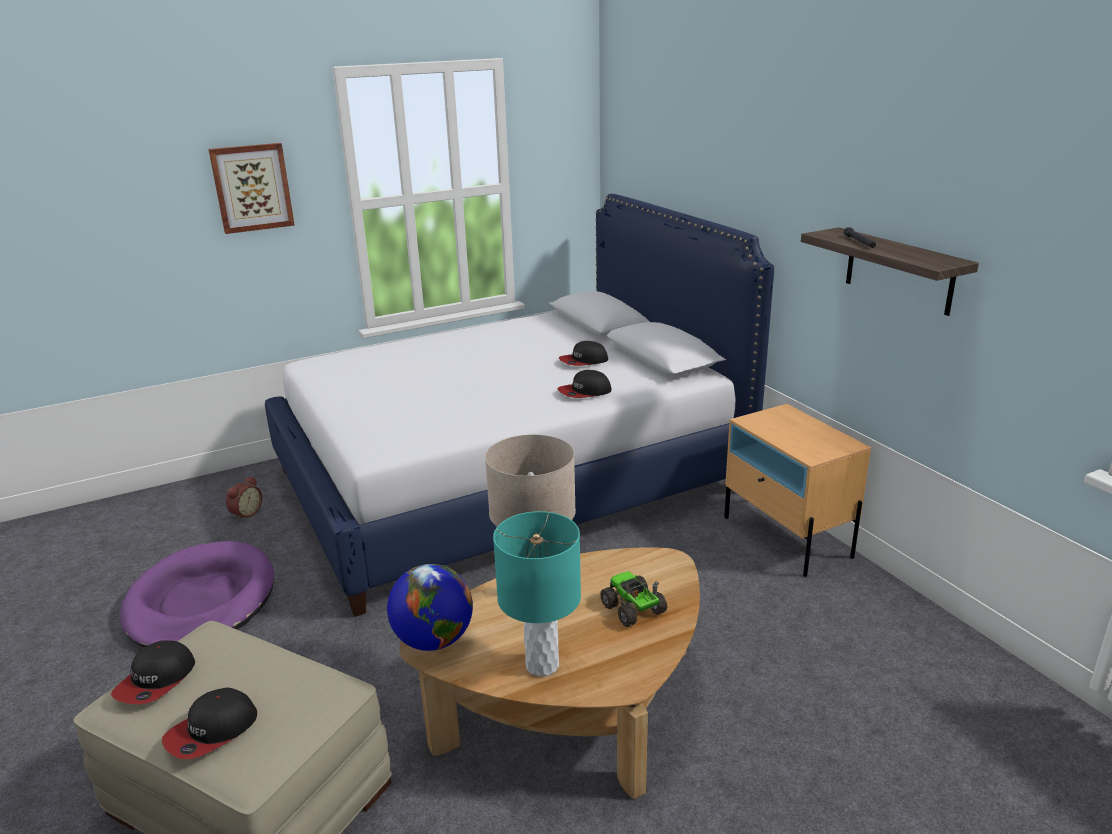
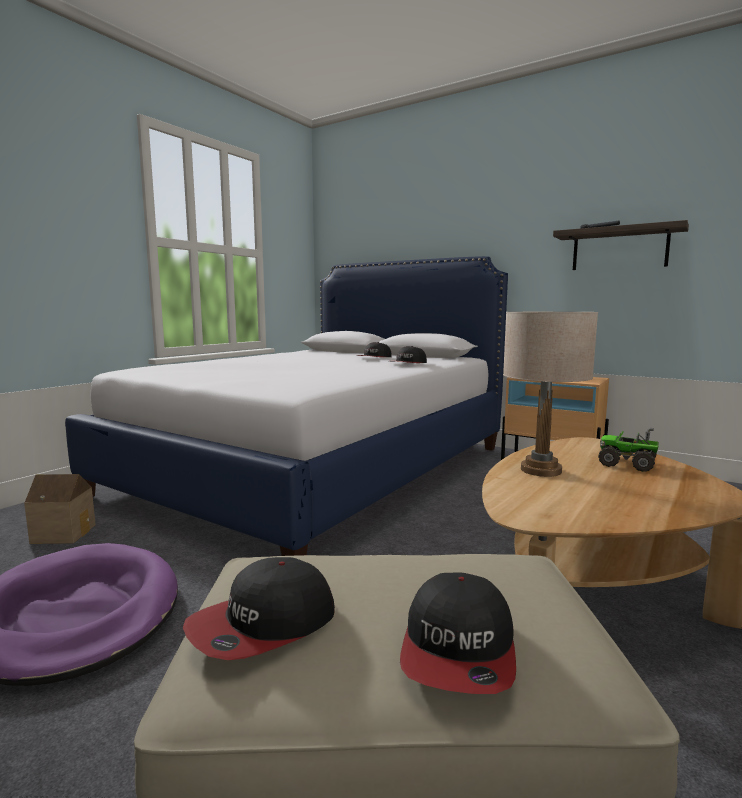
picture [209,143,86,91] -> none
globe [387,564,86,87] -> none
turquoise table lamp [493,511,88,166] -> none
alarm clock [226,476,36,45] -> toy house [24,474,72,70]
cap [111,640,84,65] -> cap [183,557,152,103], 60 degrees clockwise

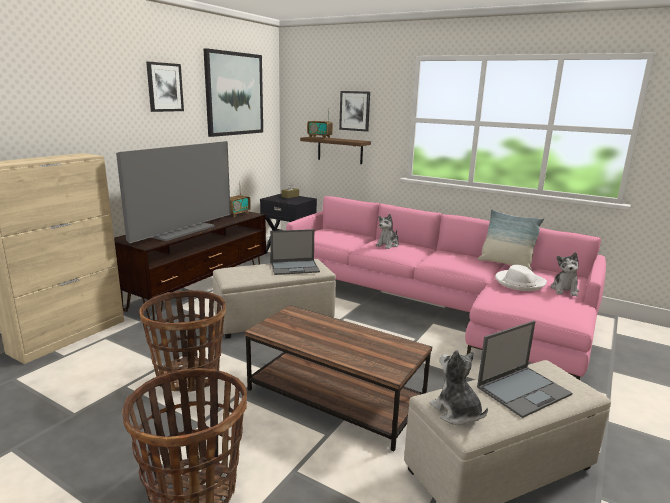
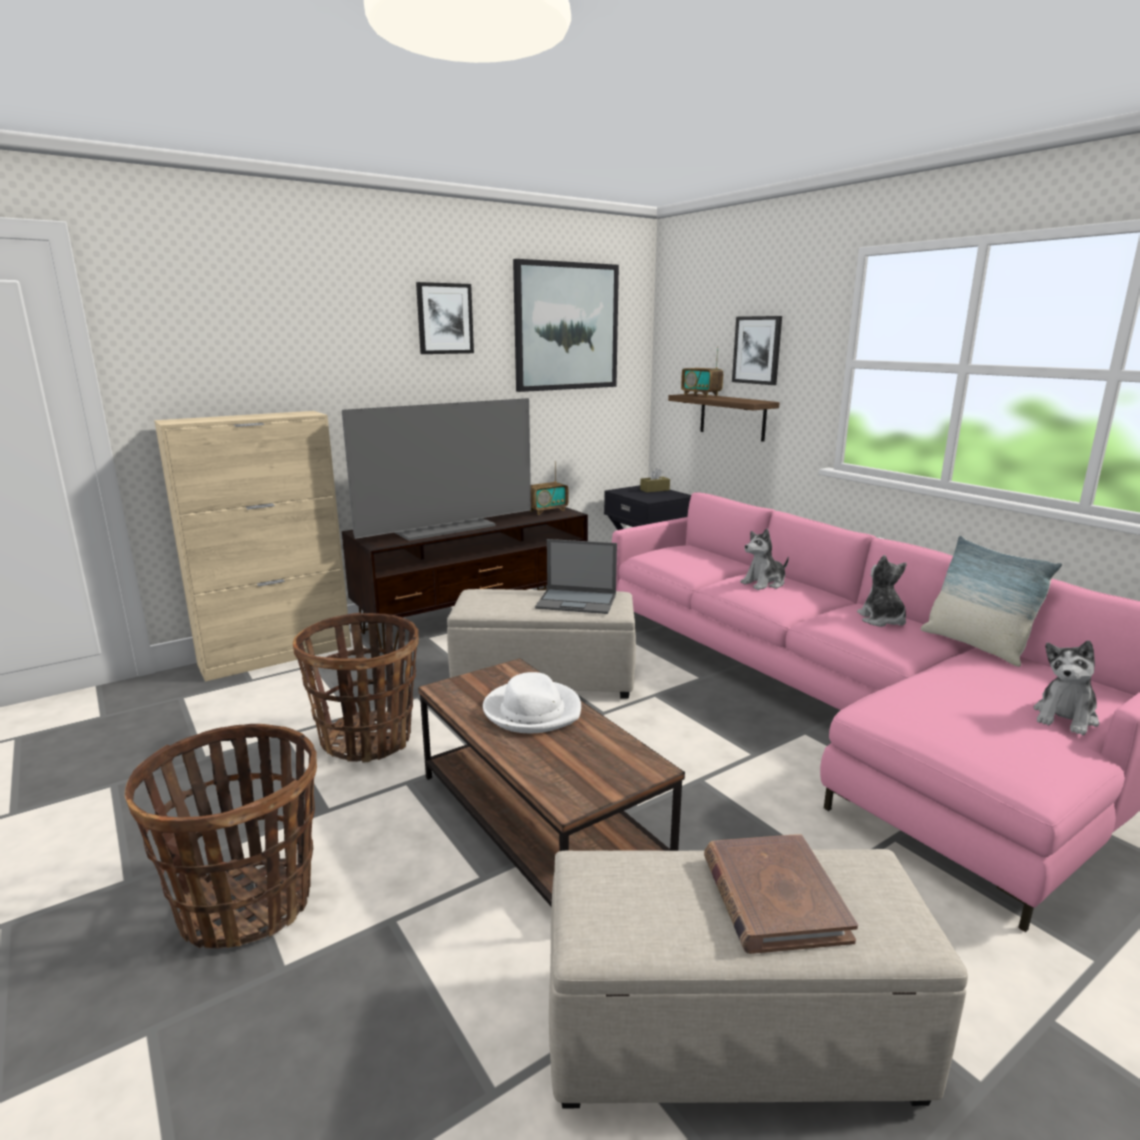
plush toy [430,350,58,75] -> plush toy [857,555,50,72], relocated
white hat [495,265,52,26] -> white hat [483,672,98,61], relocated
laptop [477,321,95,97] -> brown book [704,834,154,120]

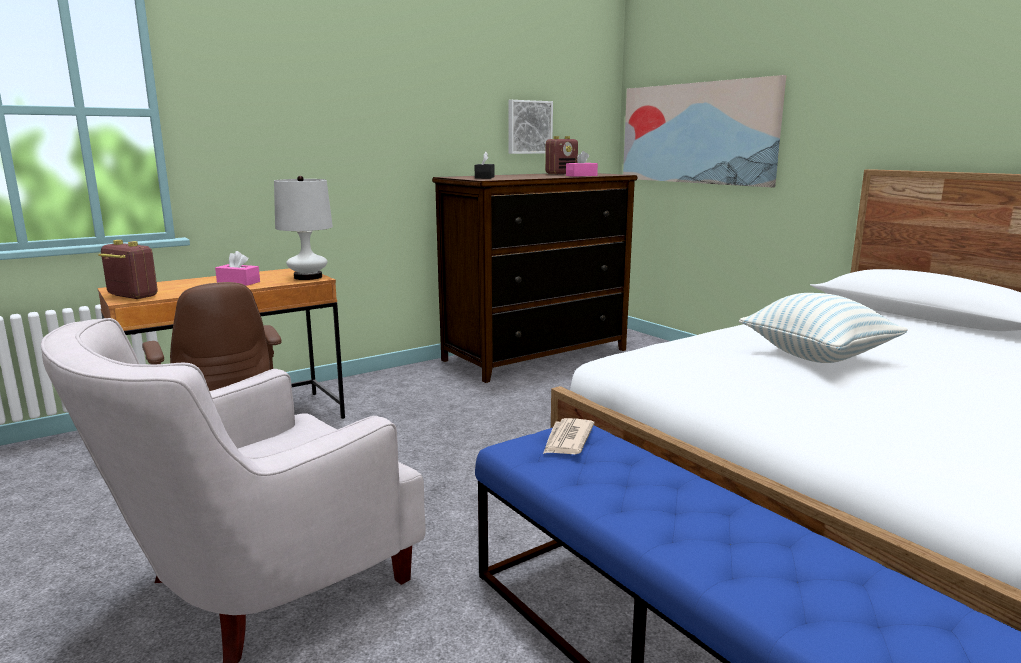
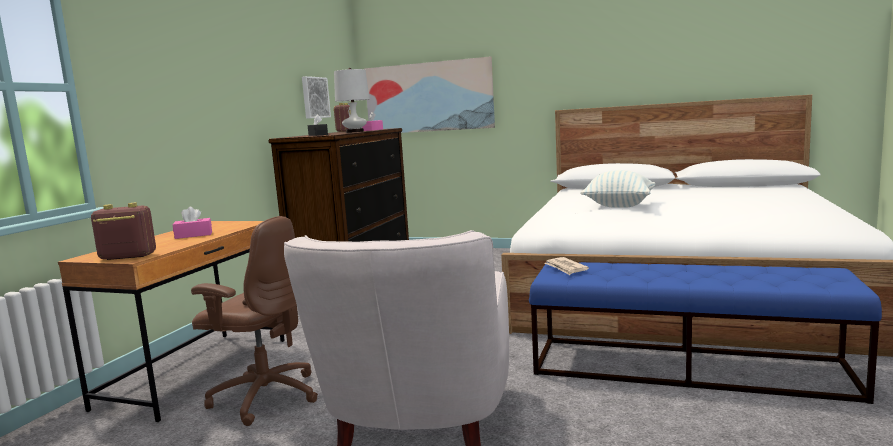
white table lamp [274,176,59,104] -> white table lamp [334,68,36,65], relocated

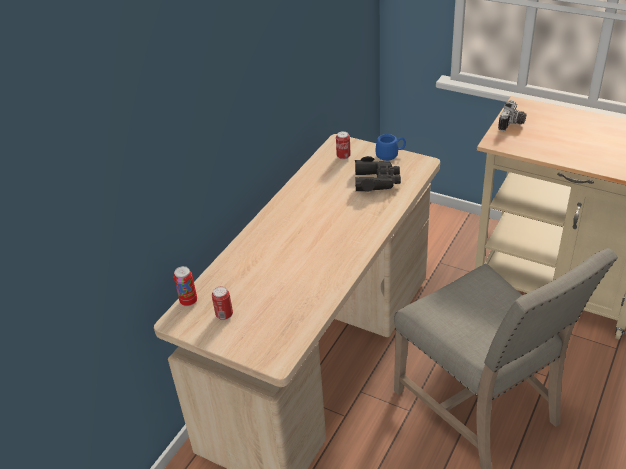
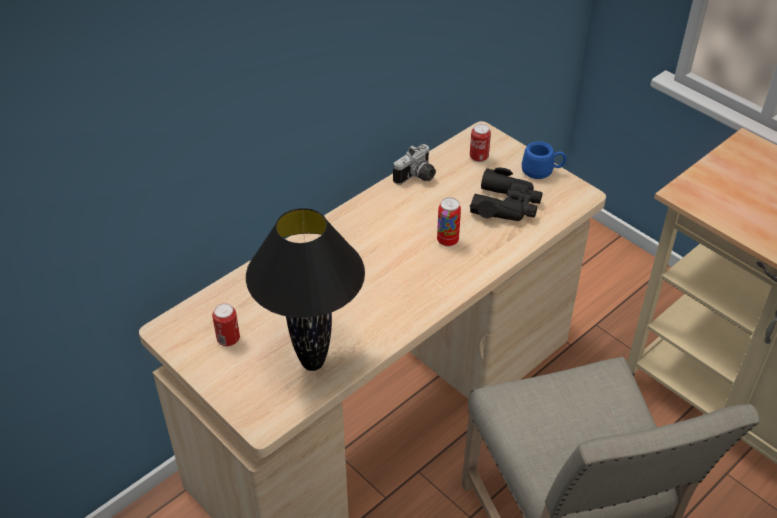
none -> black table lamp [246,208,119,163]
can [174,266,23,40] -> can [437,197,24,50], relocated
photo camera [498,100,29,31] -> photo camera [393,144,43,41], relocated

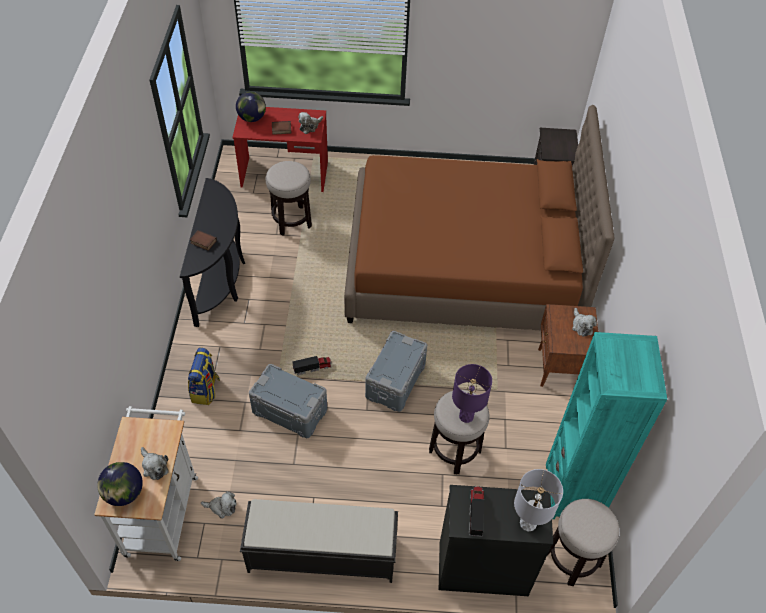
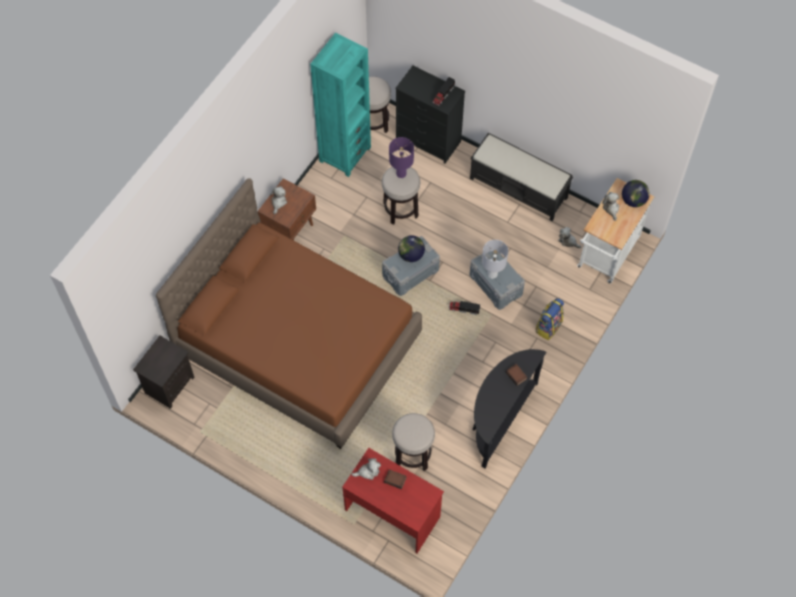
globe [236,92,30,30] -> globe [398,235,27,27], relocated
grey table lamp [514,469,49,63] -> grey table lamp [482,240,26,39], relocated

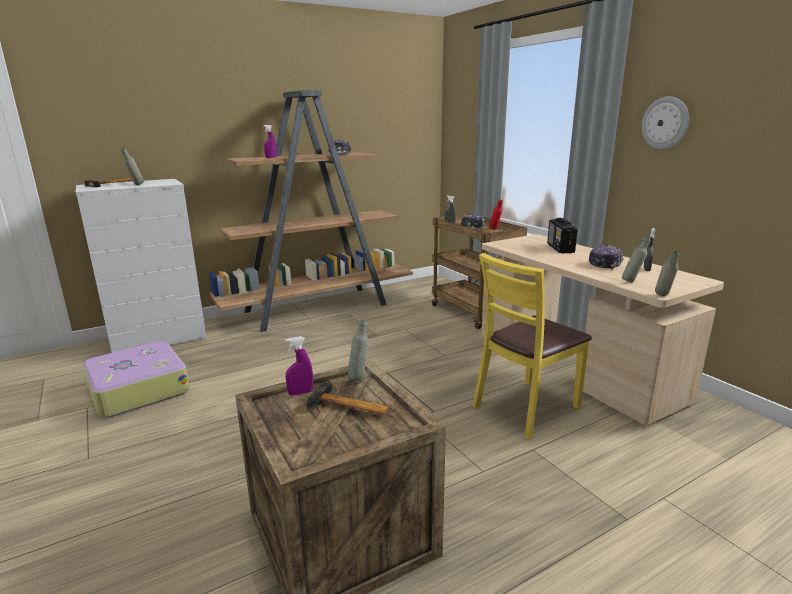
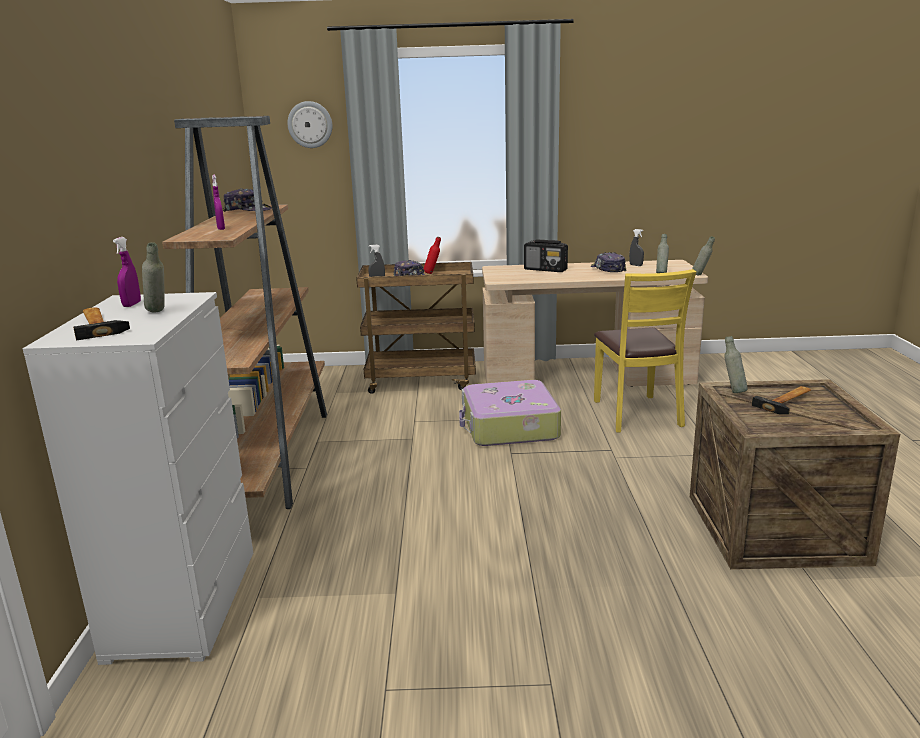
suitcase [83,341,107,76] -> suitcase [459,380,102,66], relocated
purple spray bottle [286,336,27,60] -> purple spray bottle [113,237,28,70], relocated
wall clock [641,96,48,53] -> wall clock [287,101,45,47], relocated

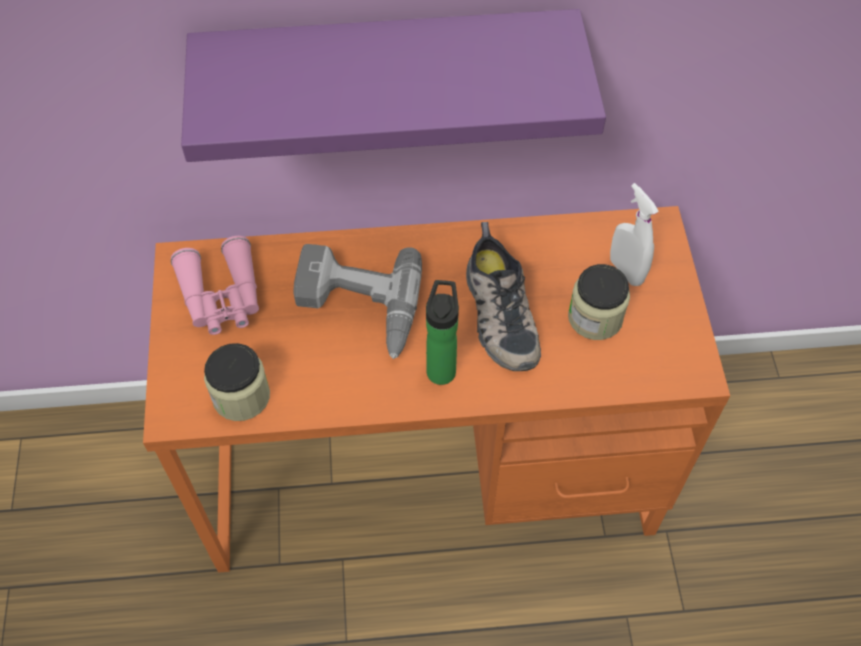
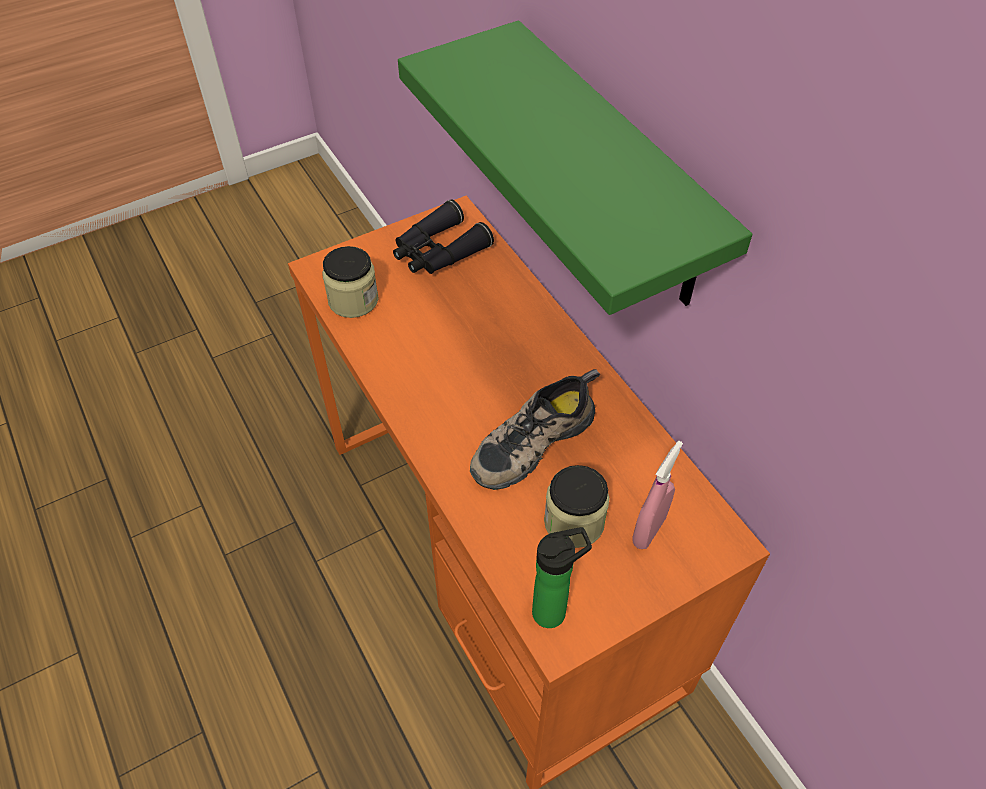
power drill [293,244,129,115] -> none
bottle [426,280,33,105] -> bottle [532,527,60,101], relocated
pink binoculars [171,236,88,99] -> black binoculars [393,200,101,74]
purple shelf [181,9,425,153] -> green shelf [398,20,354,295]
white spray bottle [610,183,49,103] -> pink spray bottle [632,441,51,108]

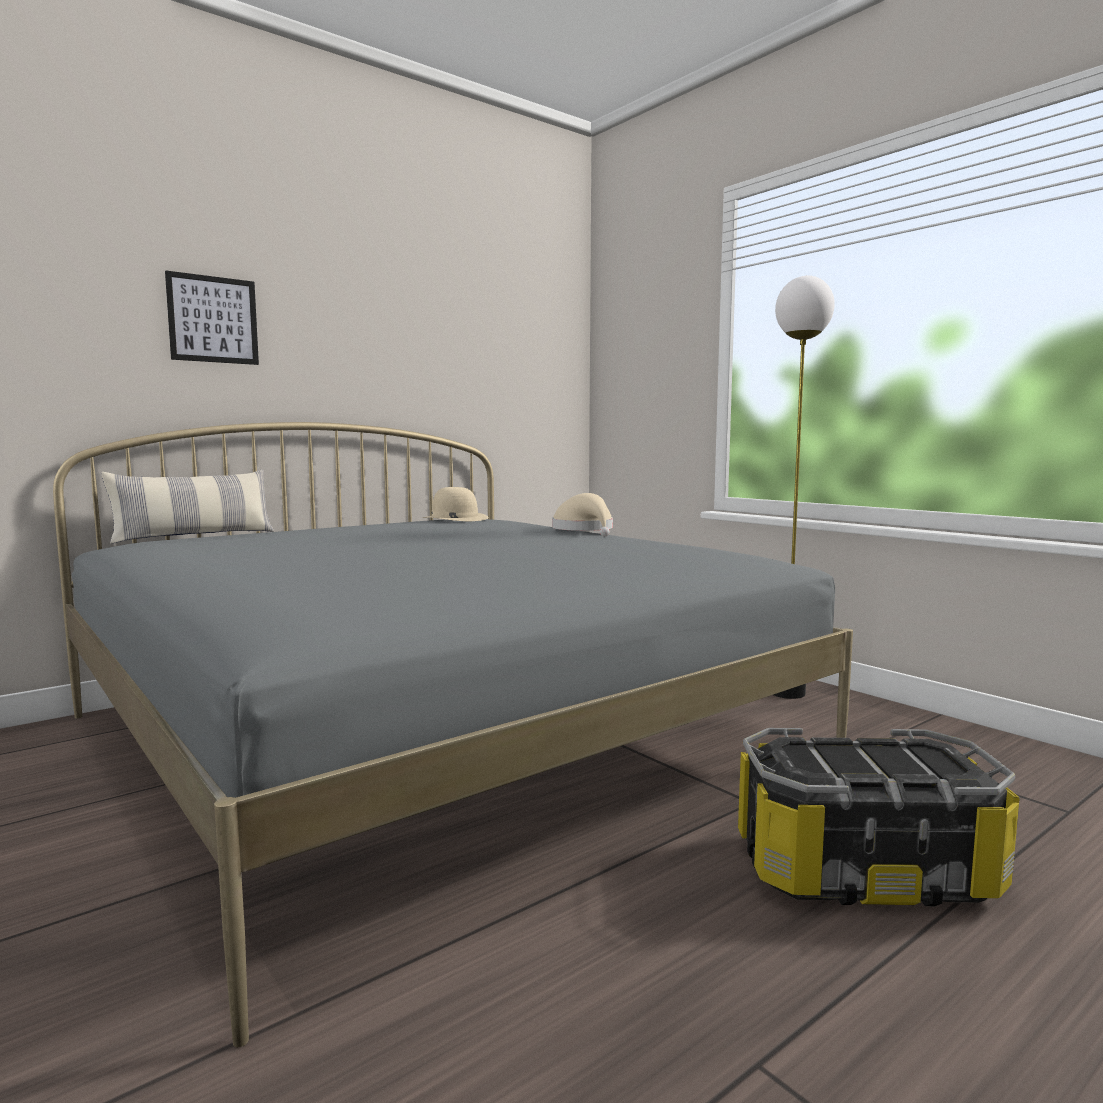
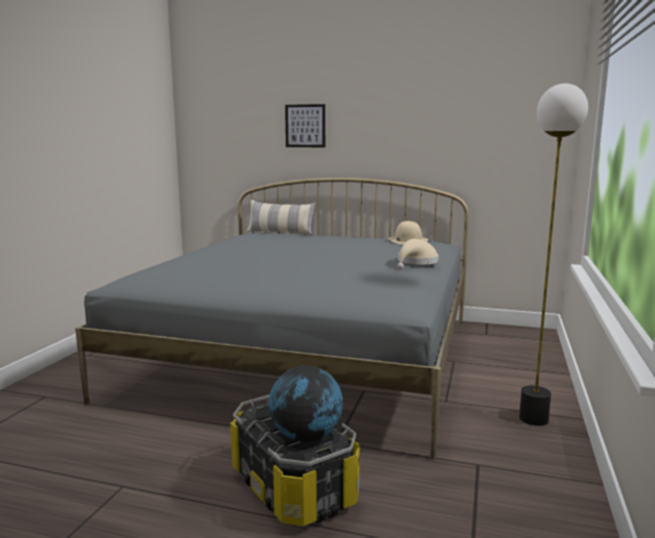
none -> globe [269,365,74,77]

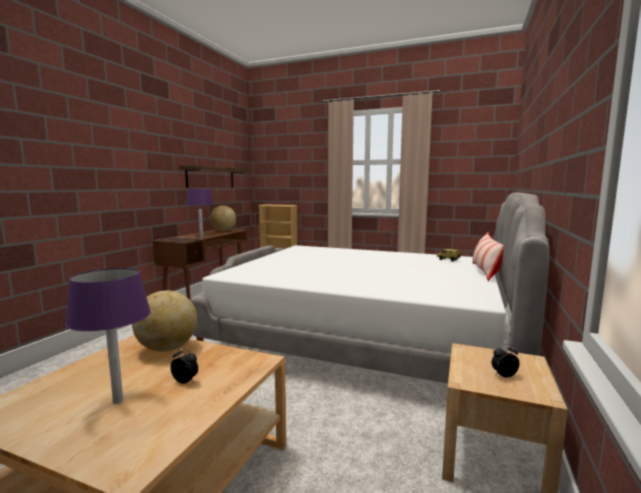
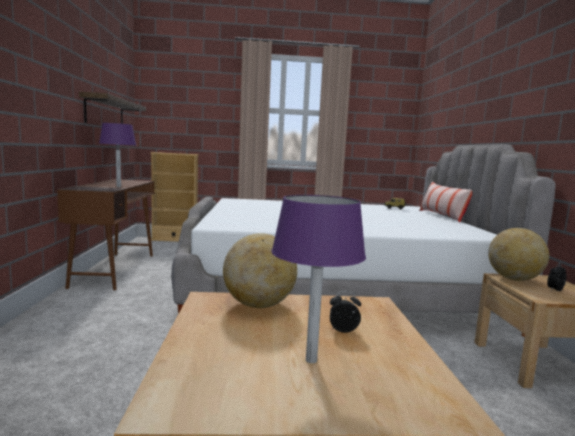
globe [210,206,26,25] -> globe [488,228,61,53], relocated

